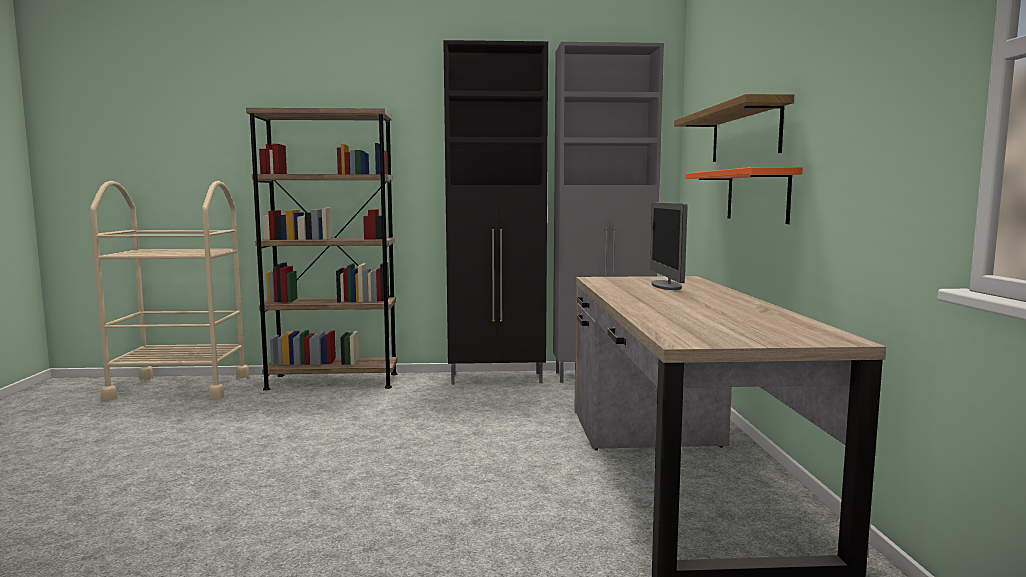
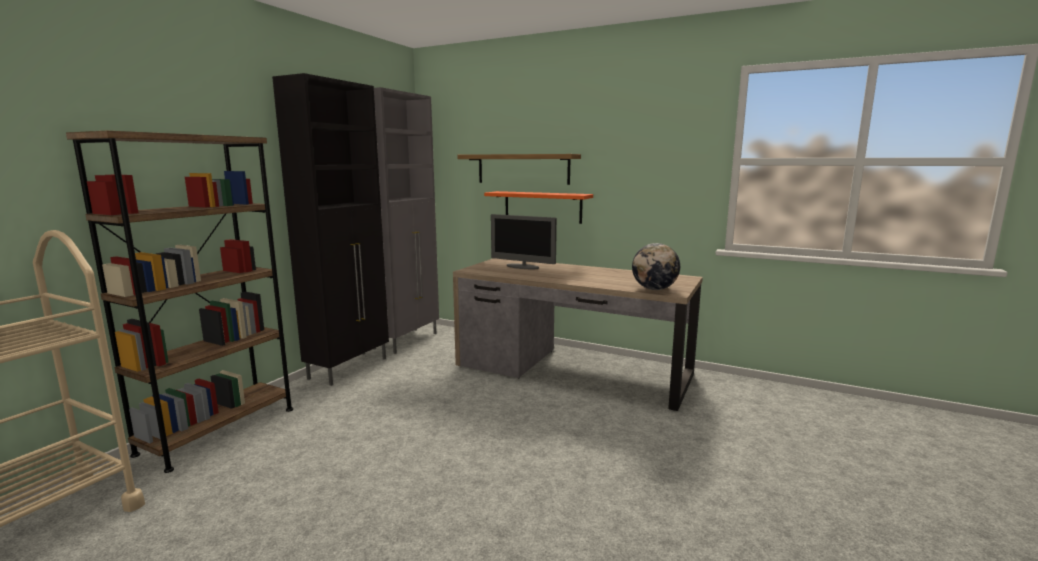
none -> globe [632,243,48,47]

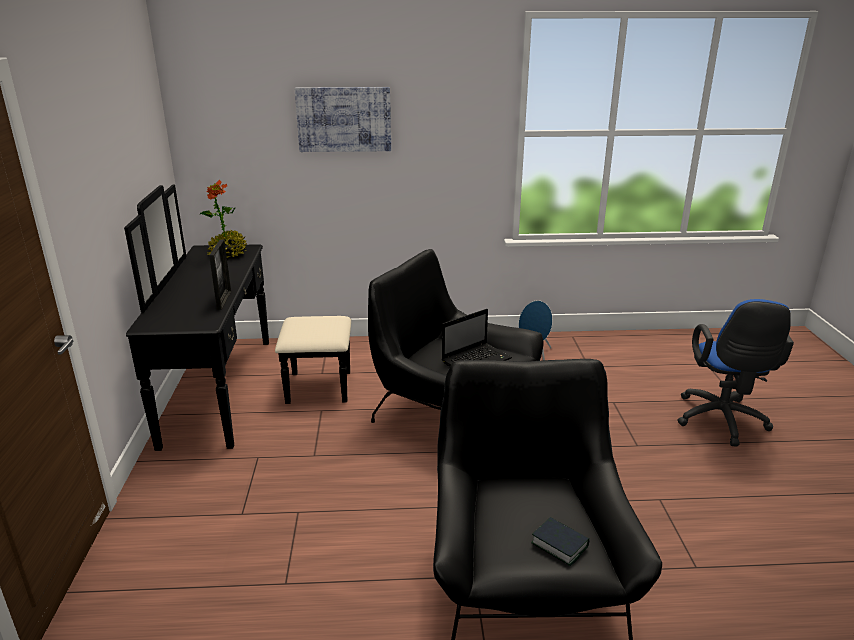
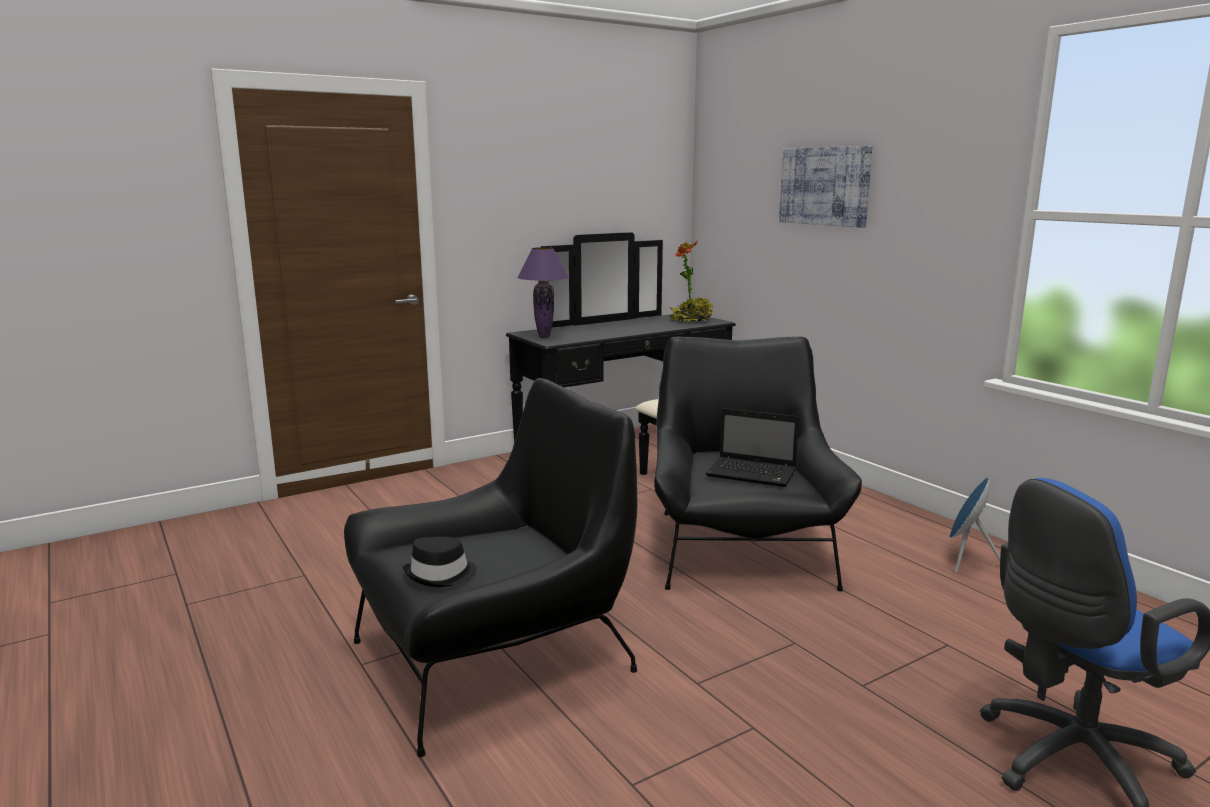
picture frame [209,240,22,70] -> none
none -> purple table lamp [517,247,52,91]
book [531,517,58,49] -> black hat [403,537,74,50]

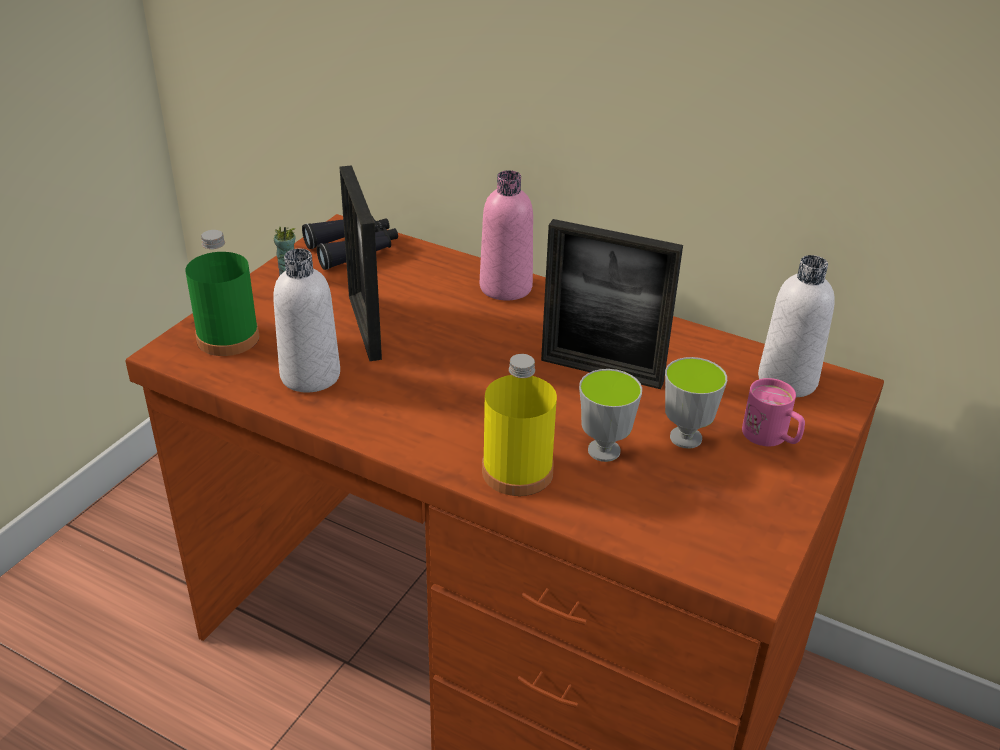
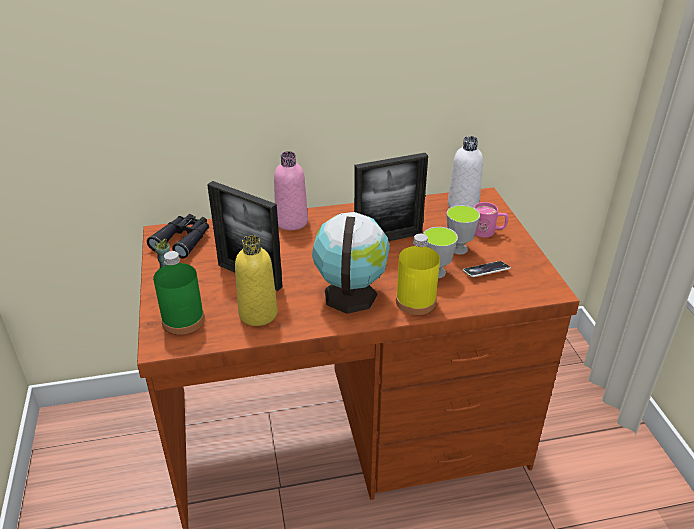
none -> globe [312,212,78,102]
none -> phone [463,261,48,16]
white bottle [273,249,67,143] -> yellow bottle [235,235,43,91]

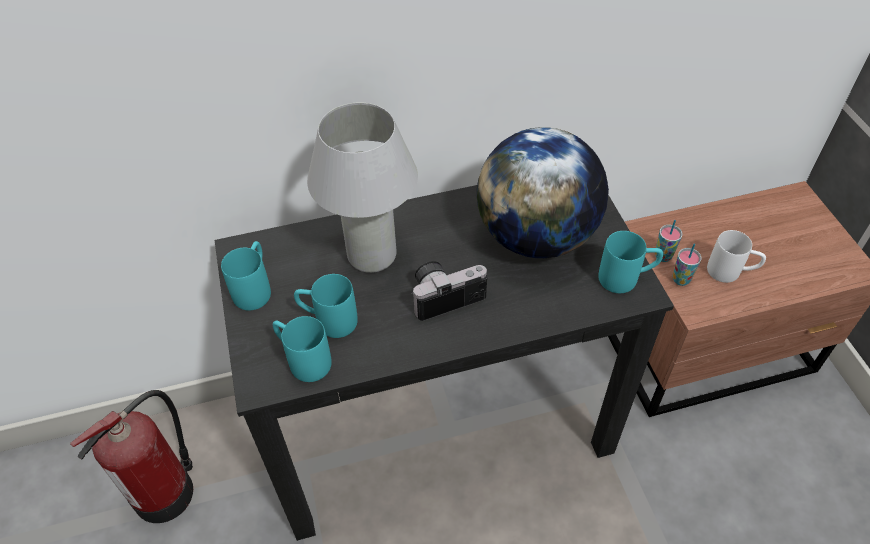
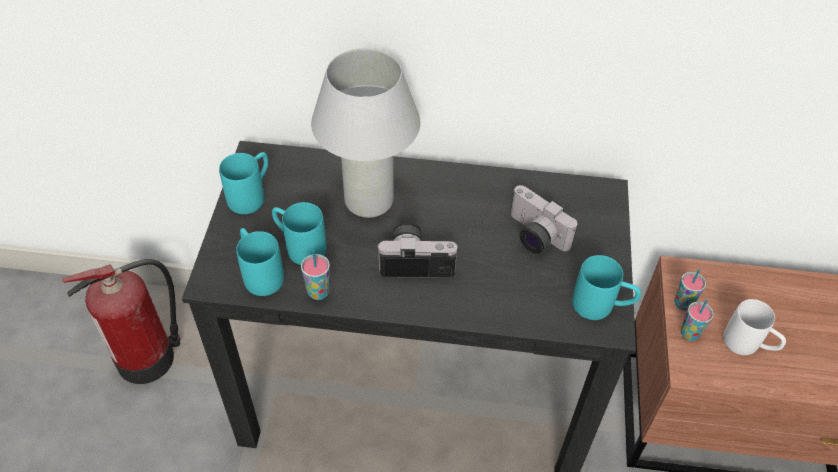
none -> cup [301,250,29,50]
globe [477,127,132,131] -> photo camera [511,185,67,69]

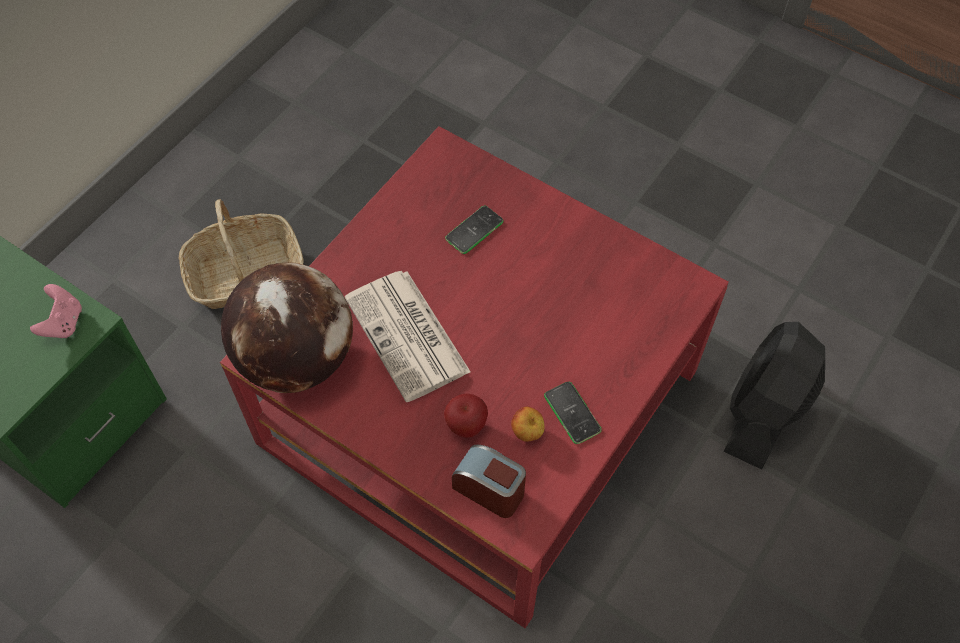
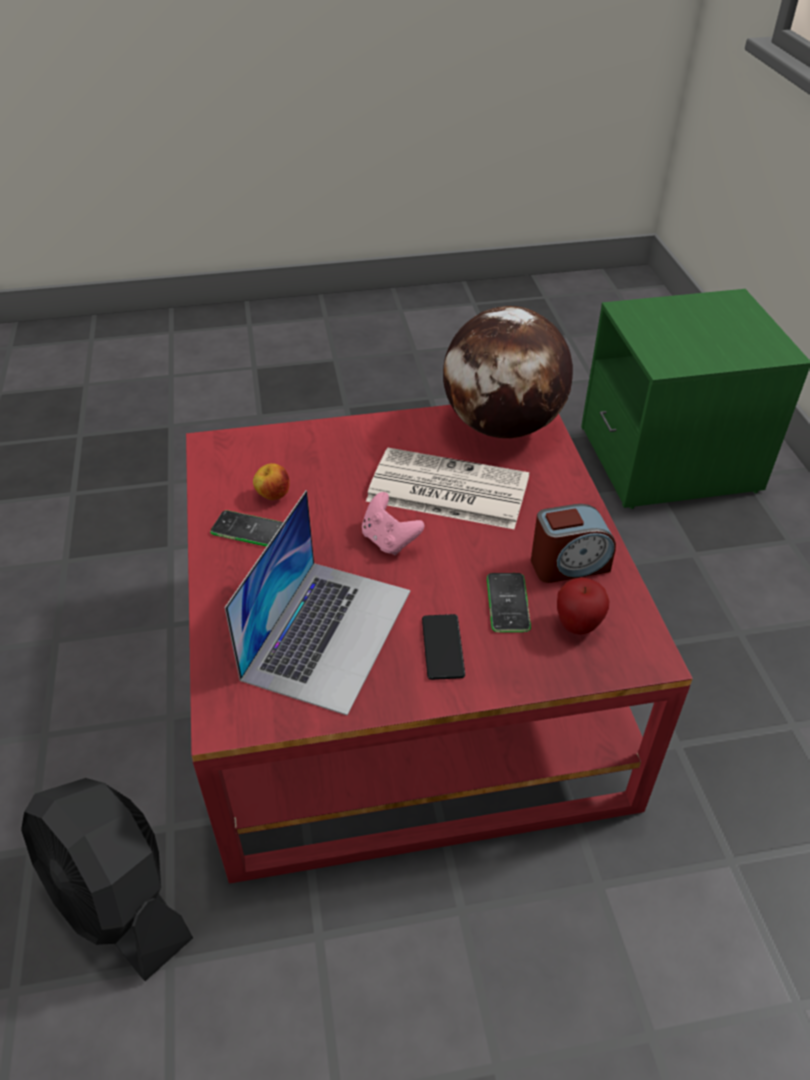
basket [179,199,125,110] -> none
none -> laptop [224,490,186,226]
none -> phone [422,614,43,66]
pink game controller [30,284,52,54] -> pink game controller [362,492,62,63], relocated
apple [444,393,44,45] -> apple [557,577,52,58], relocated
alarm clock [452,445,74,73] -> alarm clock [531,504,85,79], relocated
black fan [723,322,102,148] -> black fan [21,778,172,203], 150 degrees clockwise

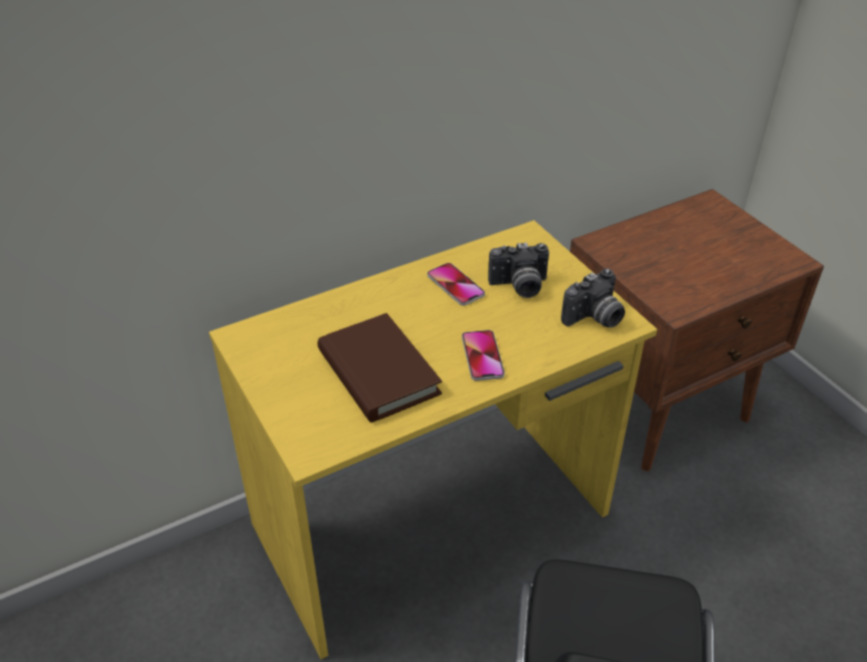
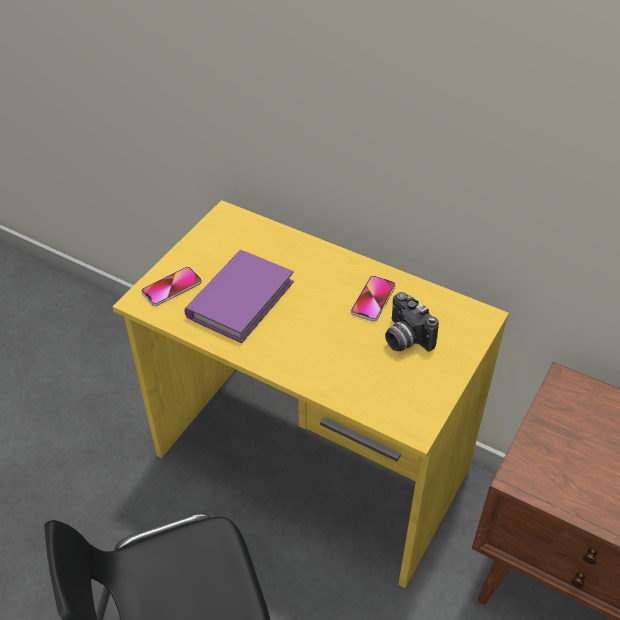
photo camera [561,268,64,60] -> none
phone [462,330,43,51] -> phone [141,267,61,39], relocated
brown book [318,313,124,110] -> purple book [184,250,110,93]

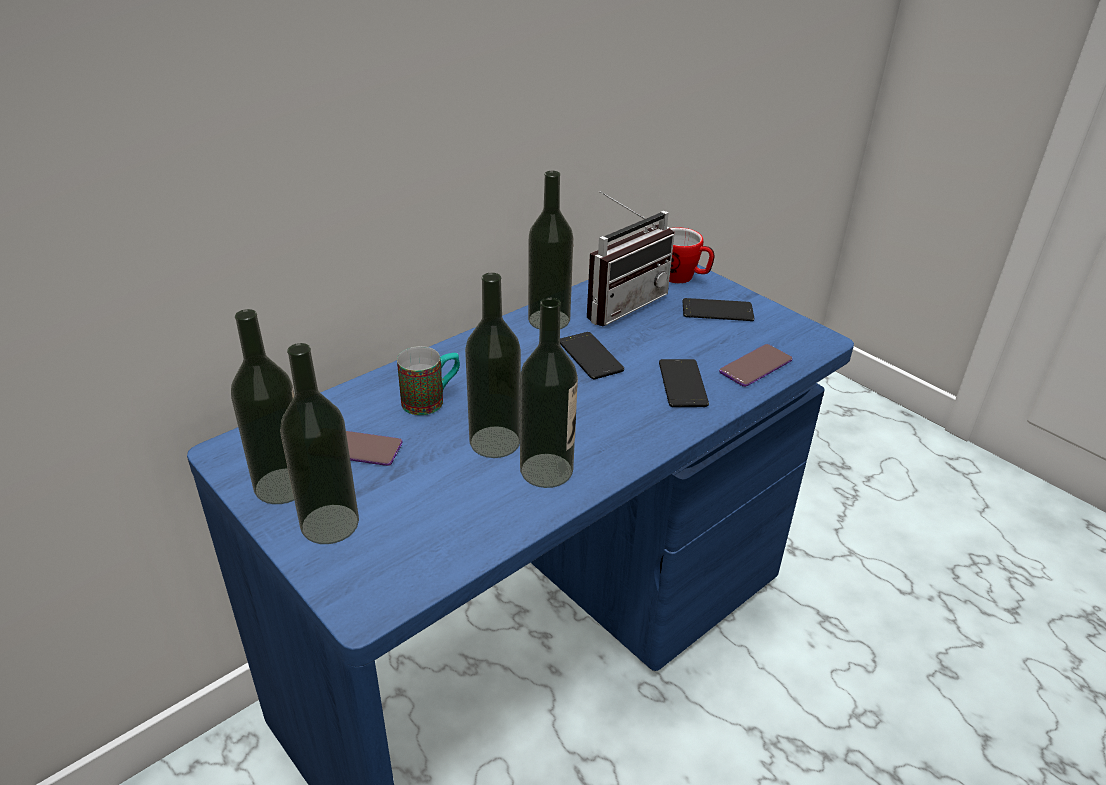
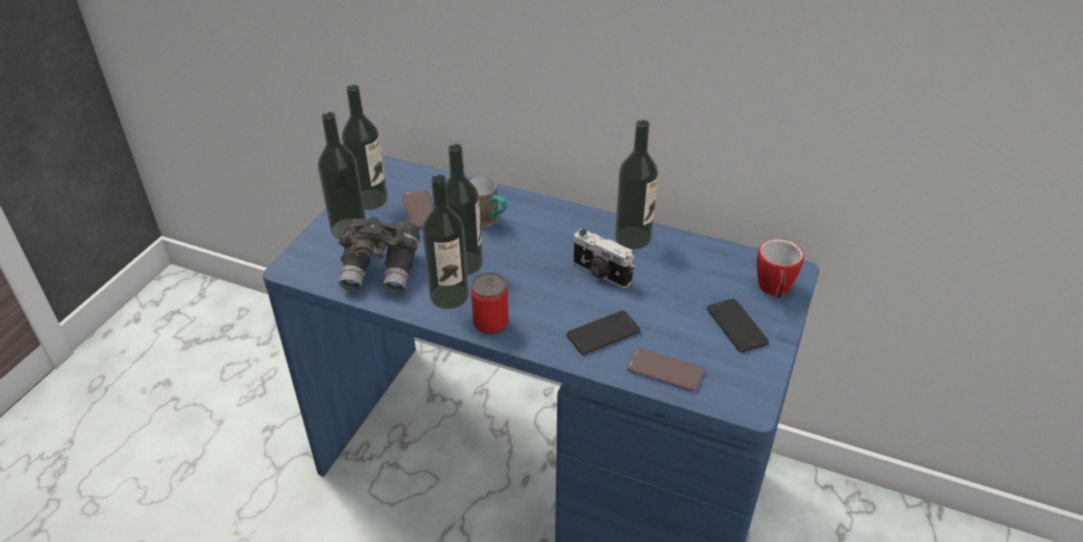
radio [587,190,87,136] -> none
none -> grey binoculars [339,217,81,76]
none -> can [471,273,38,62]
phone [560,332,64,48] -> photo camera [574,229,60,59]

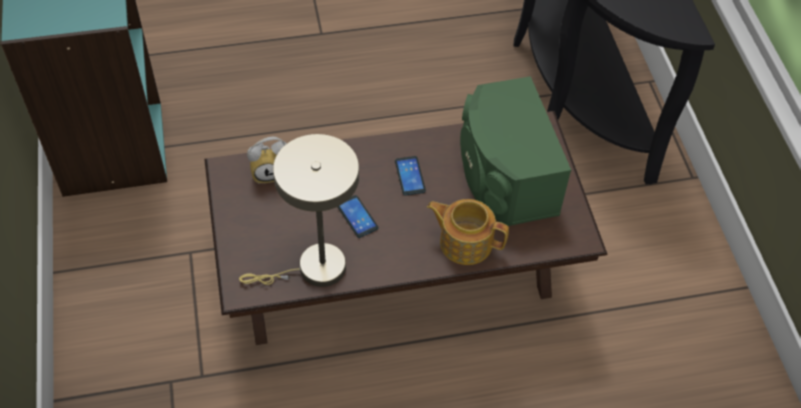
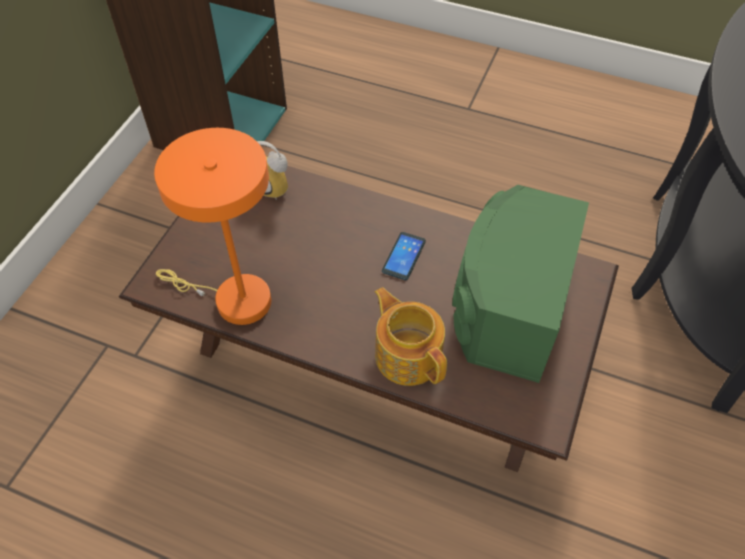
phone [338,195,41,43] -> none
beige table lamp [239,134,120,153] -> orange table lamp [154,128,117,197]

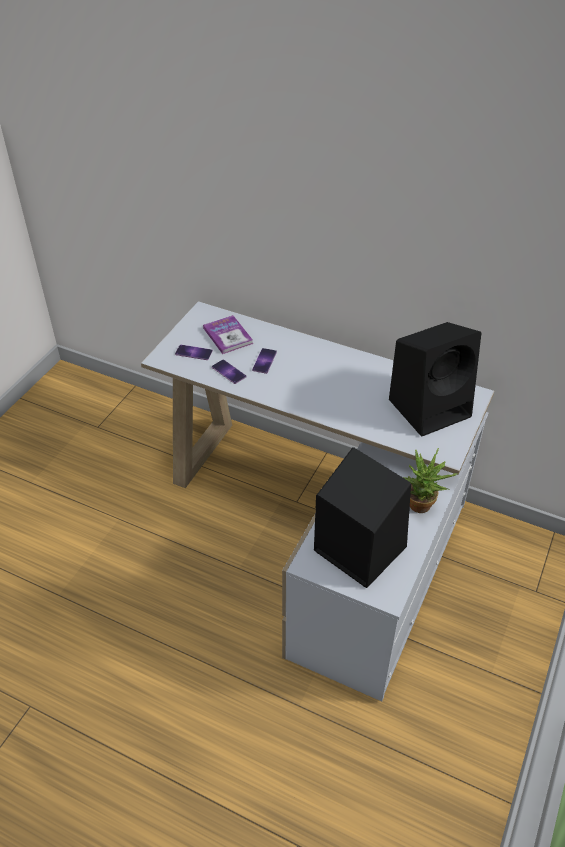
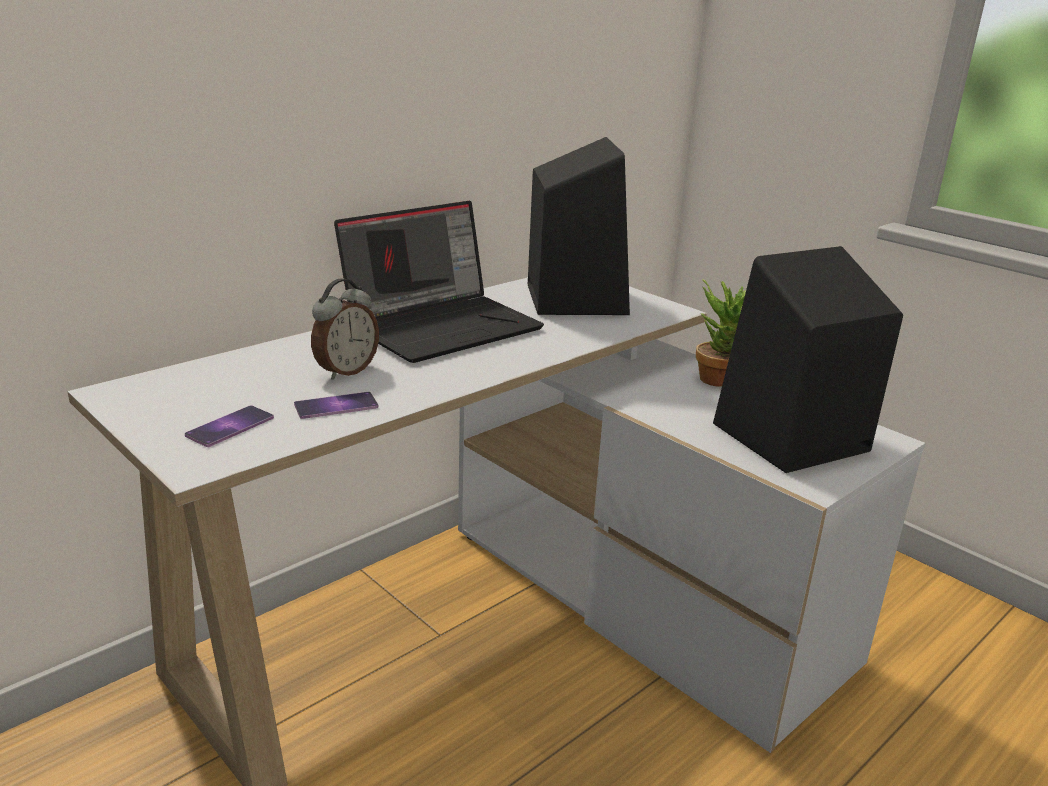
book [203,315,50,39] -> none
none -> laptop [334,201,210,162]
phone [252,348,25,26] -> alarm clock [311,279,68,101]

